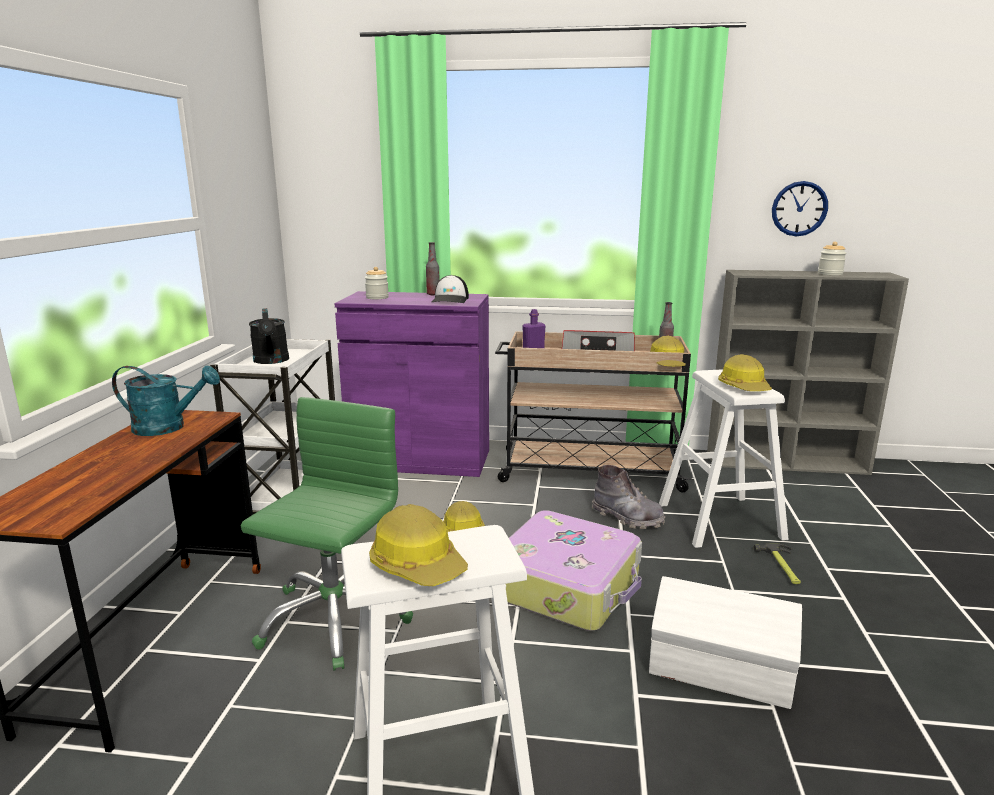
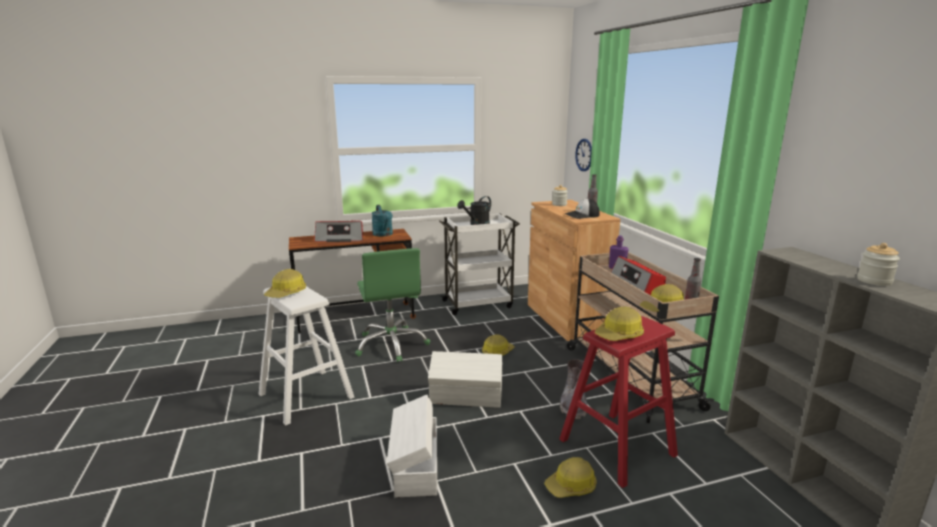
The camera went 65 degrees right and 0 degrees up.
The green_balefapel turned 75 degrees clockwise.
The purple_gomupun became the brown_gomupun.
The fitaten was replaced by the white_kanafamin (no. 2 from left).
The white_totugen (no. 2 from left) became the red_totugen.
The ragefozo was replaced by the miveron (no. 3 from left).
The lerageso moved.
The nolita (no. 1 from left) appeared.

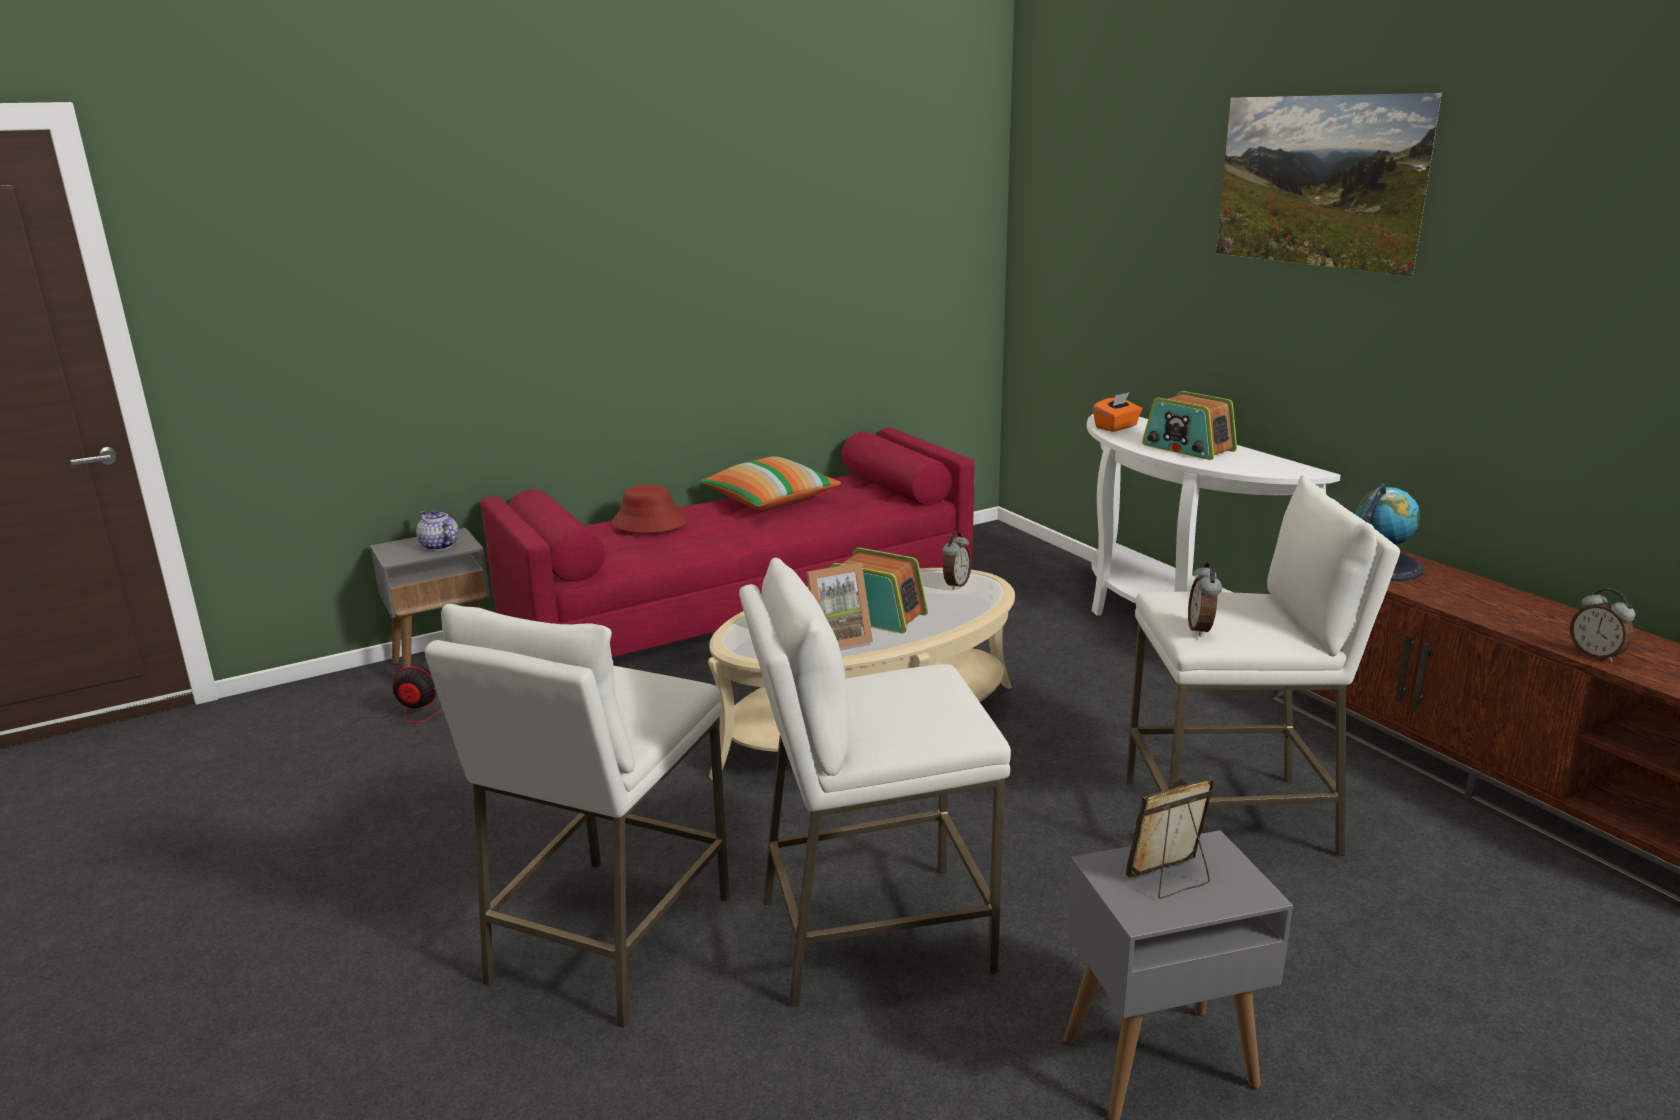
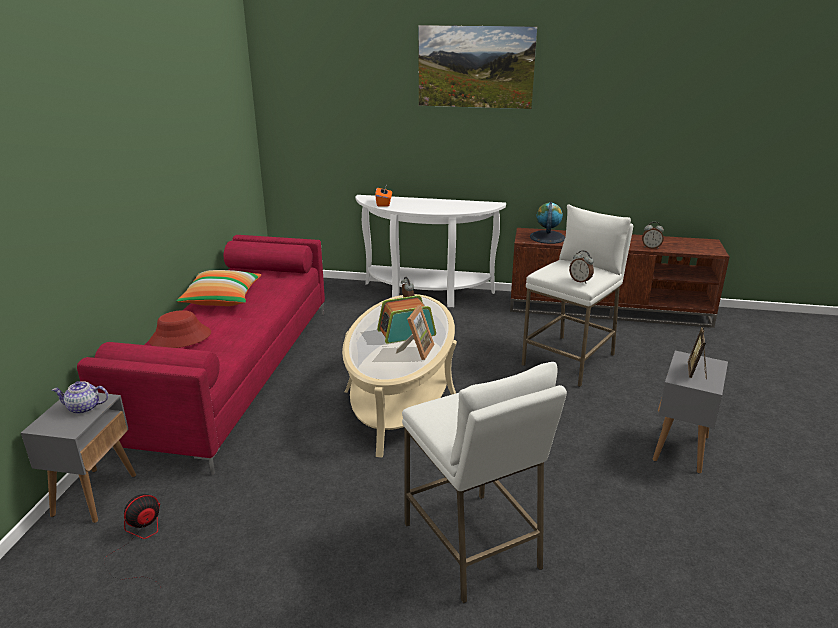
The camera went 50 degrees left and 5 degrees up.
The white_totugen (no. 2 from left) disappeared.
The nolita (no. 2 from left) disappeared.

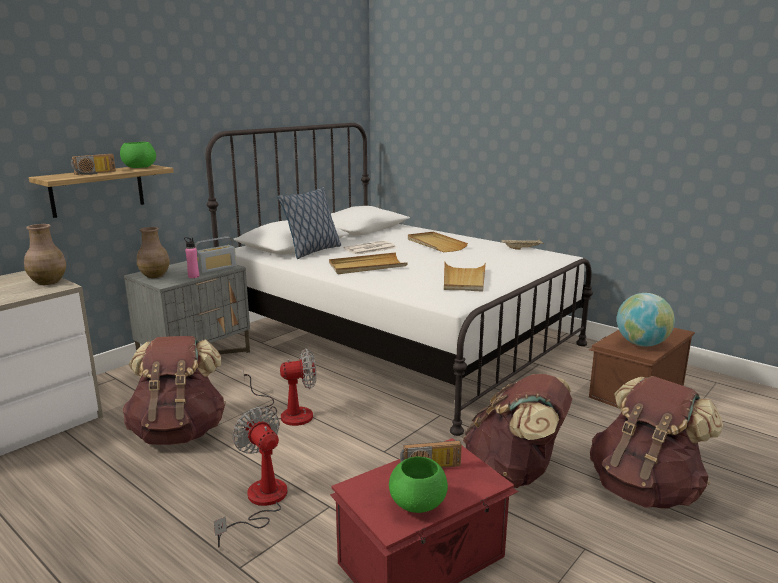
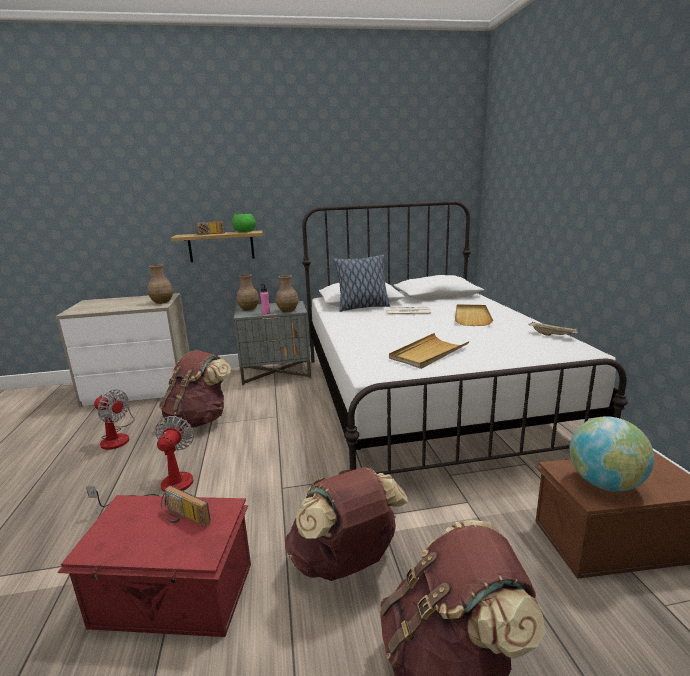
The camera went 40 degrees right and 0 degrees up.
The nolita (no. 2 from left) was replaced by the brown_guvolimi (no. 3 from left).
The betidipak (no. 2 from left in the first image) moved.
The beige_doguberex (no. 1 from left) disappeared.
The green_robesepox (no. 2 from left) disappeared.

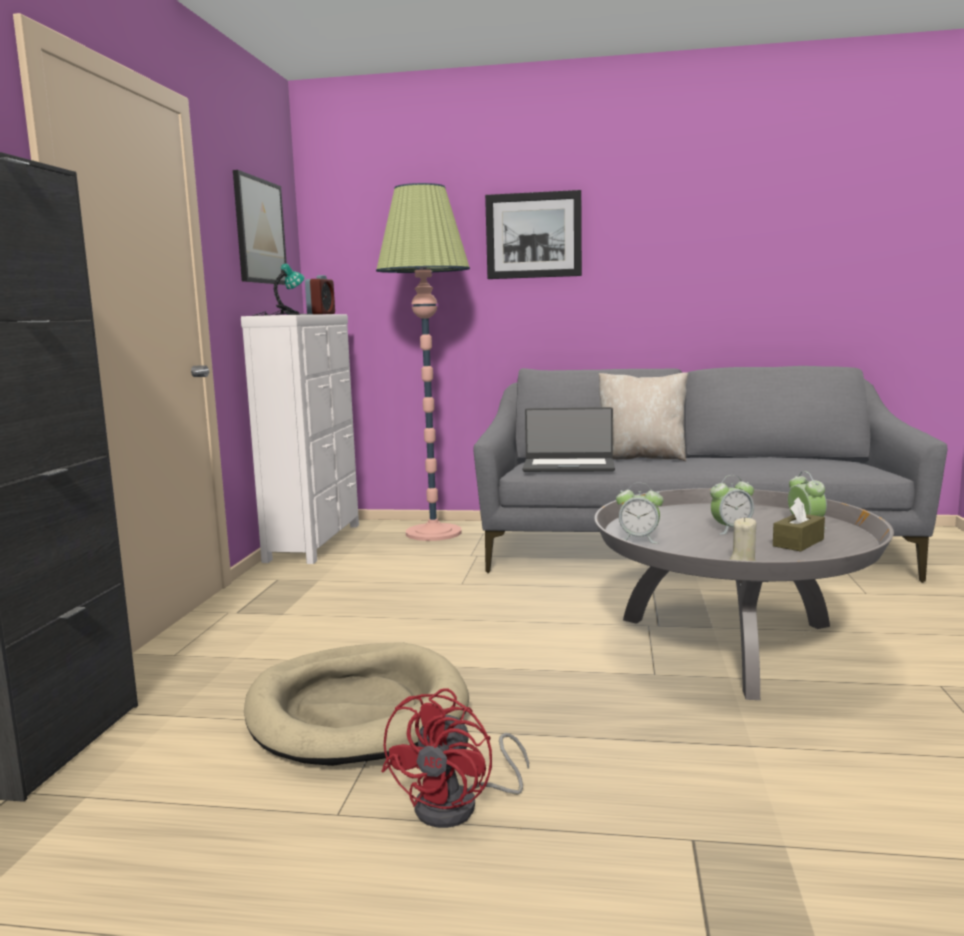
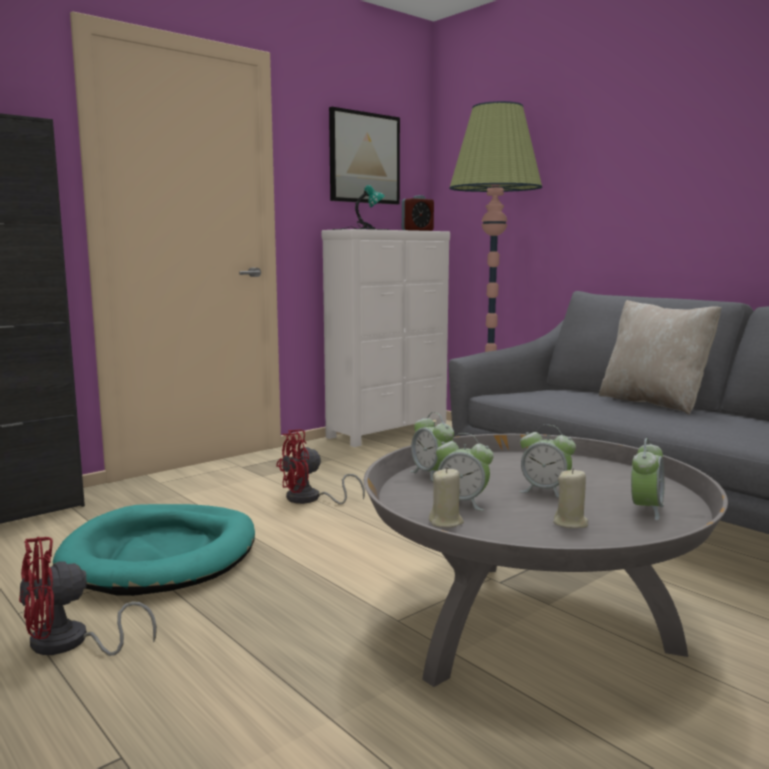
The camera went 40 degrees right and 0 degrees up.
The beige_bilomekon became the turquoise_bilomekon.
The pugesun (no. 2 from left) disappeared.
The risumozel disappeared.
The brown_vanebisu was replaced by the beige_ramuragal (no. 2 from left).
The red_betidipak (no. 2 from left) appeared.
The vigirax (no. 3 from left) appeared.

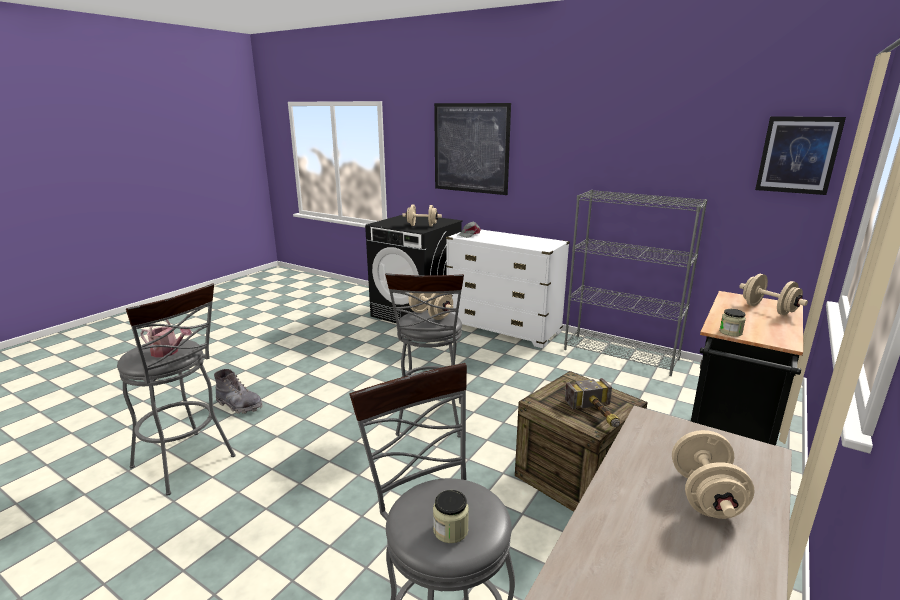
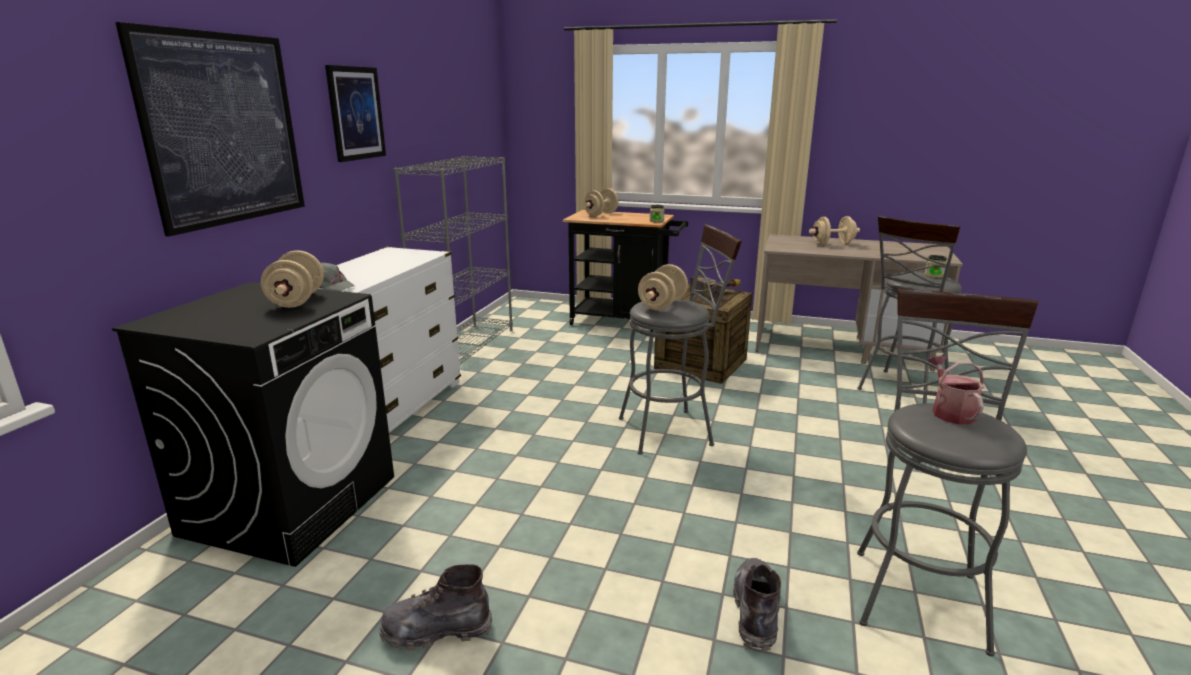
The camera went 105 degrees left and 0 degrees up.
The pugesun (no. 2 from left) moved.
The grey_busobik (no. 1 from left) appeared.

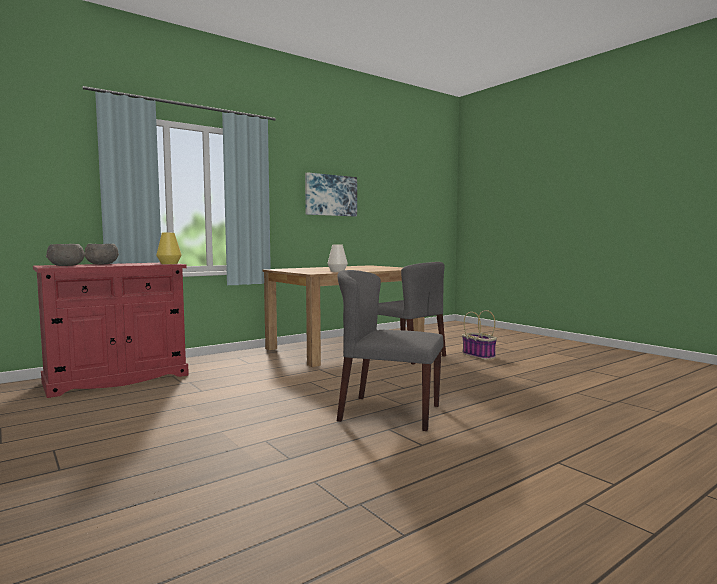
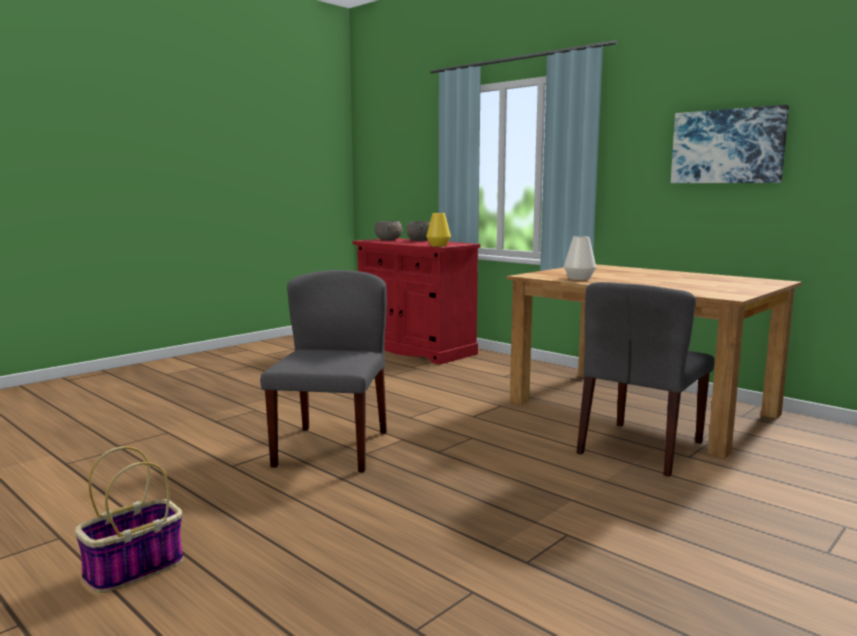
The camera went 80 degrees right and 5 degrees up.
The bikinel moved.

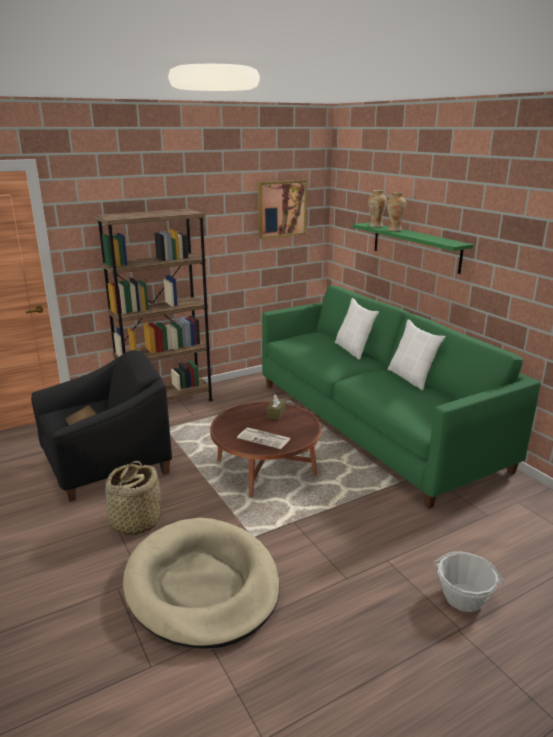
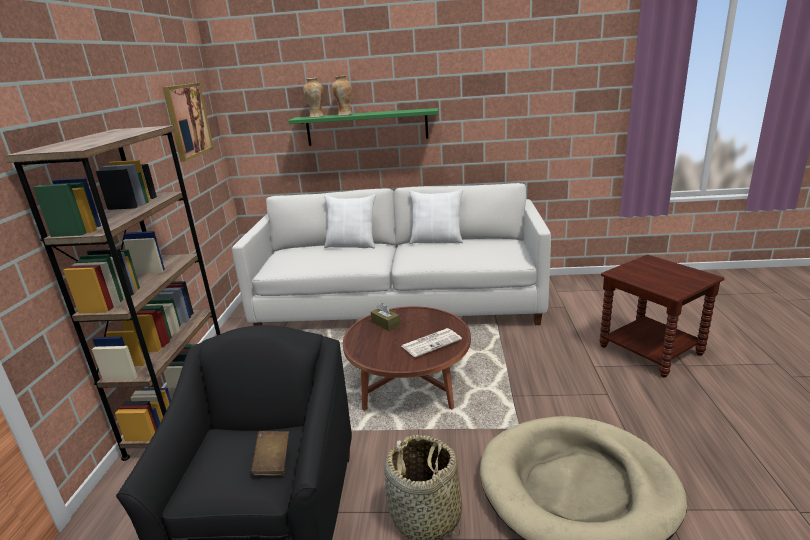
The camera went 55 degrees left and 0 degrees up.
The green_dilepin became the white_dilepin.
The bikinel (no. 2 from left) was replaced by the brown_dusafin.

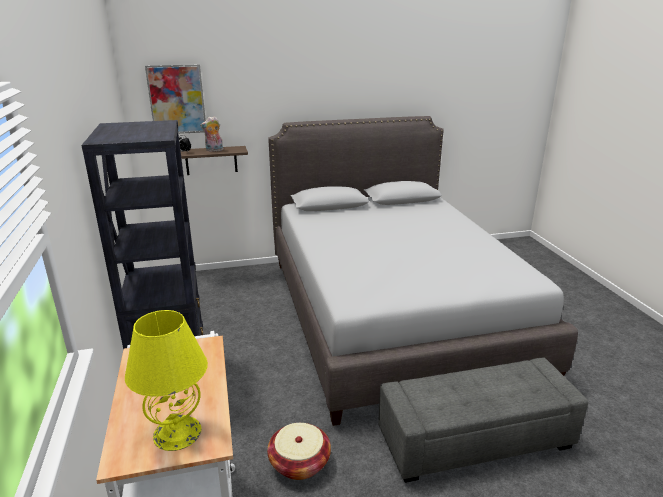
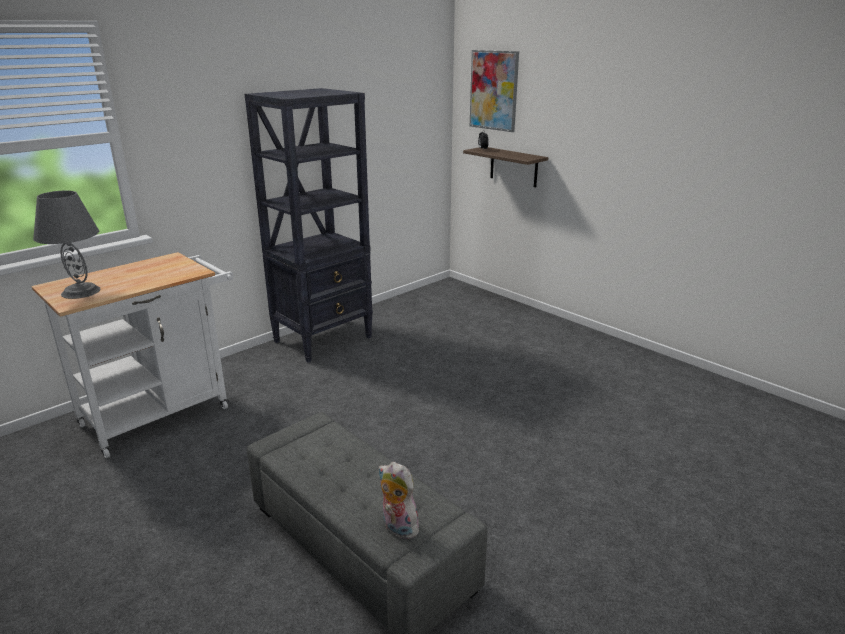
The camera went 60 degrees right and 0 degrees up.
The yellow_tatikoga became the grey_tatikoga.
The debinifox moved.
The bikinel disappeared.
The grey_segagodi disappeared.

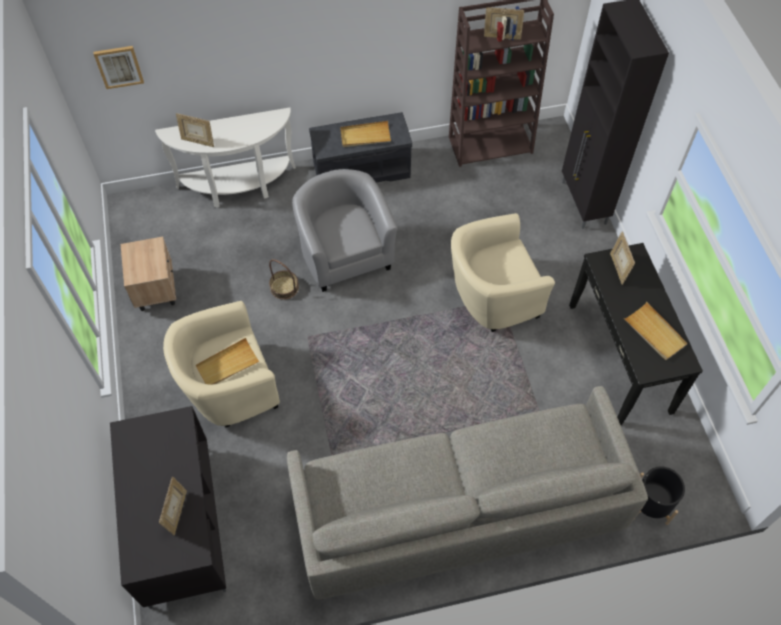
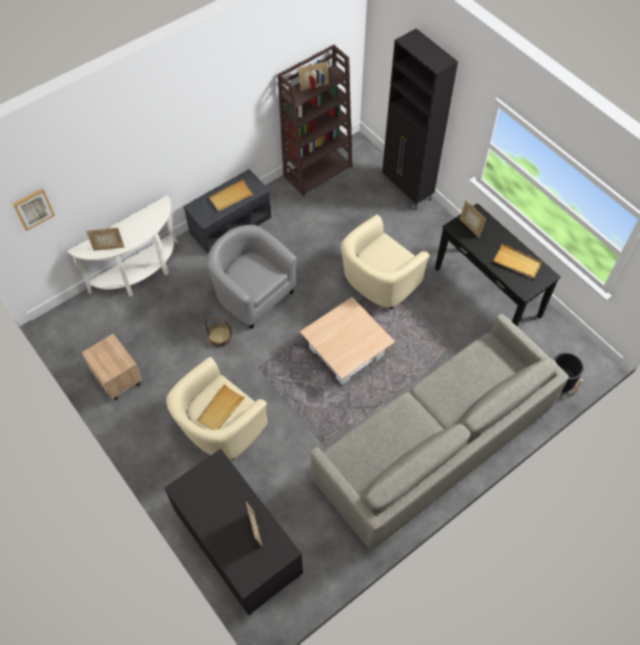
The camera went 25 degrees left and 0 degrees up.
The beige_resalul appeared.

